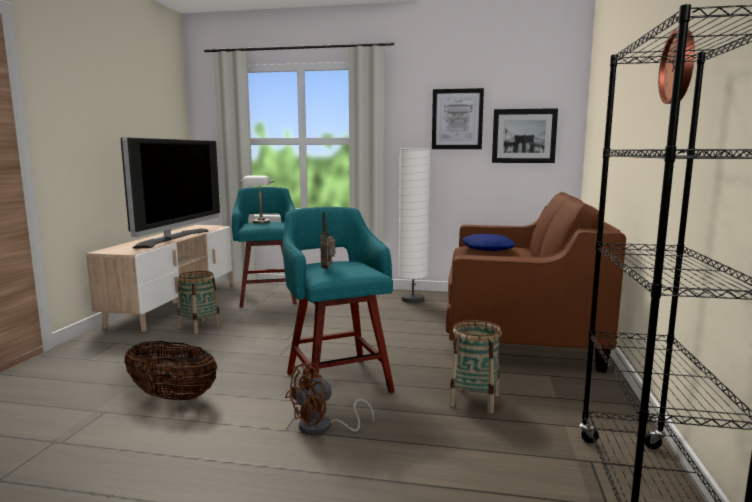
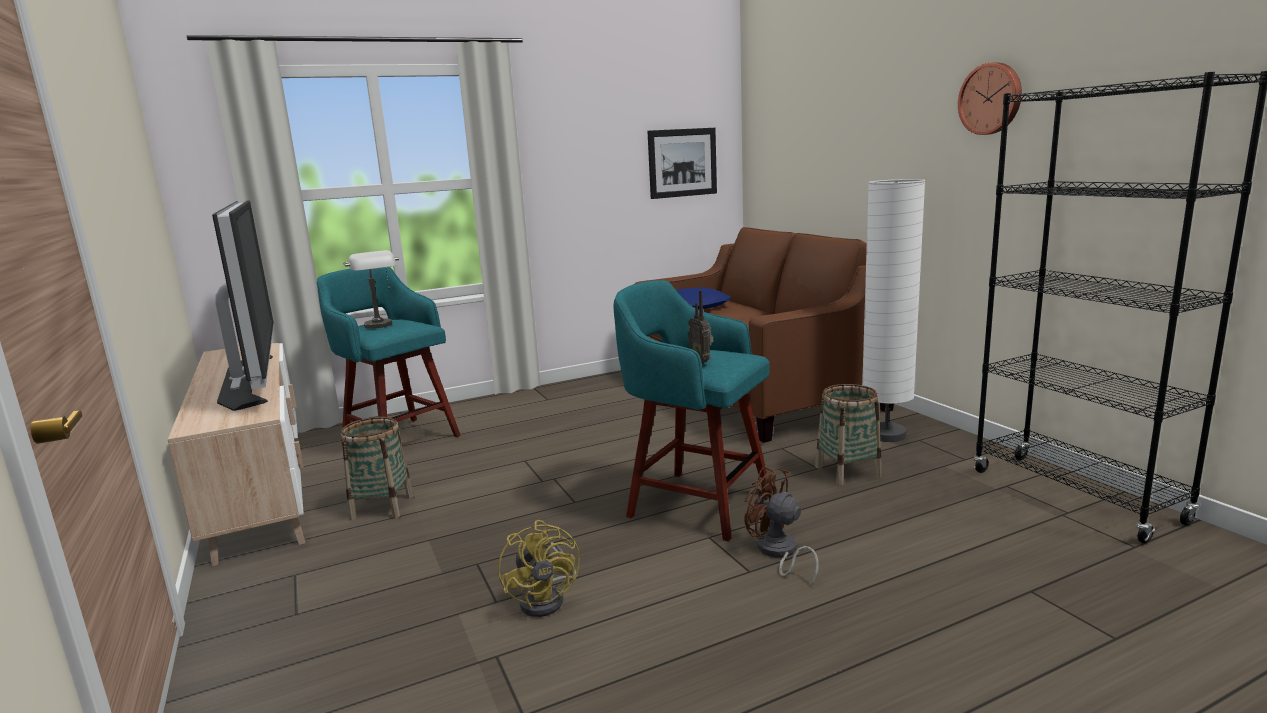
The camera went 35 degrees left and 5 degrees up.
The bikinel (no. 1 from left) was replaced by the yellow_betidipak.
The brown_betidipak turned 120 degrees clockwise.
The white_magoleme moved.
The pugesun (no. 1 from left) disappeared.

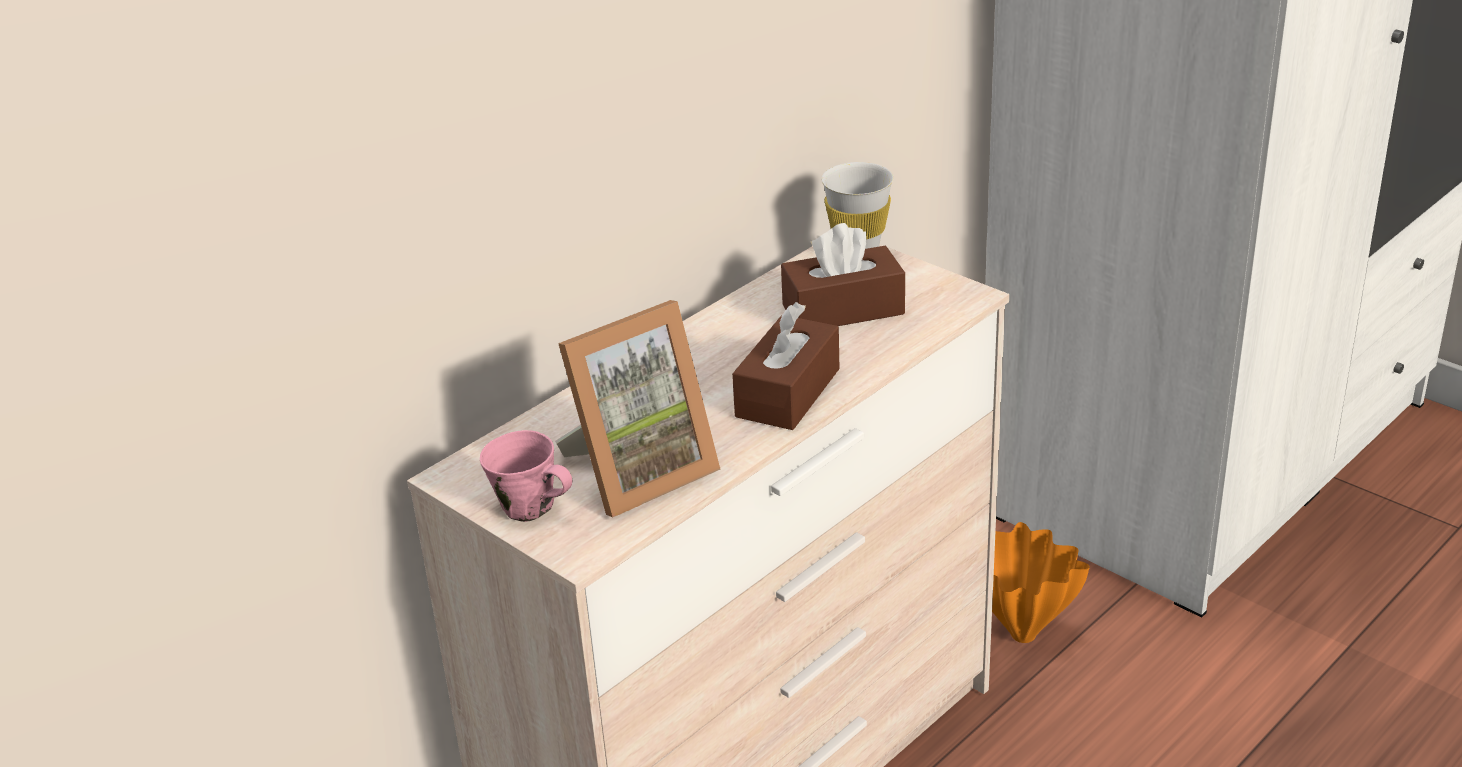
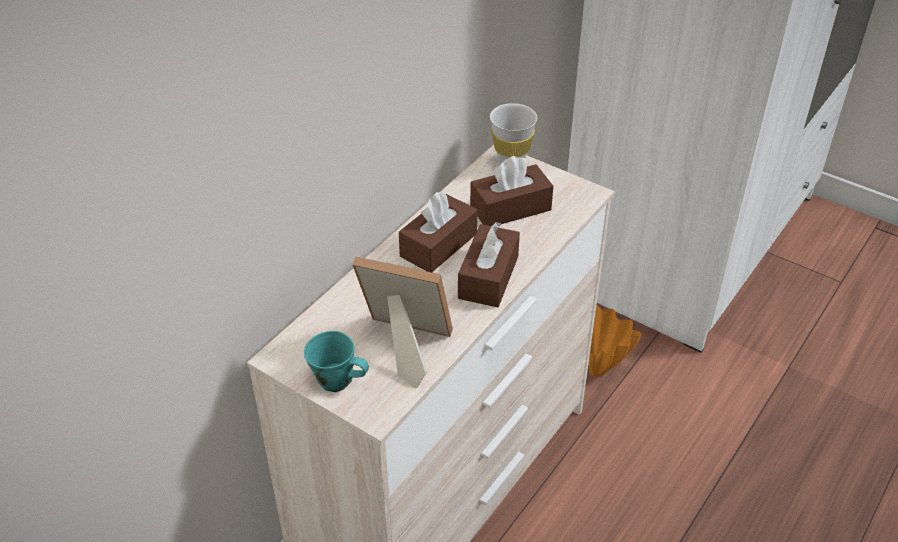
The camera went 10 degrees left and 10 degrees up.
The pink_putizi became the turquoise_putizi.
The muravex turned 120 degrees counterclockwise.
The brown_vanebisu (no. 1 from left) appeared.

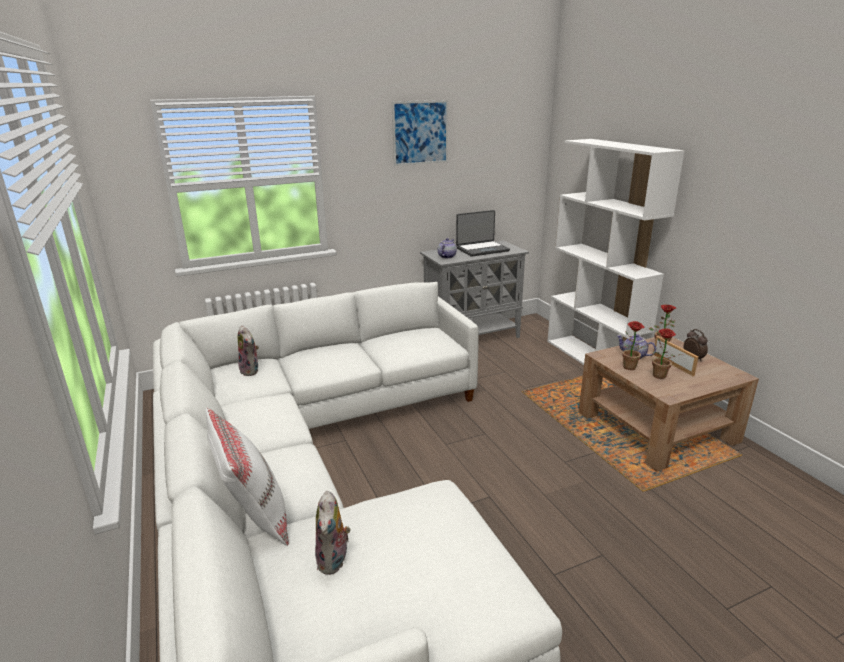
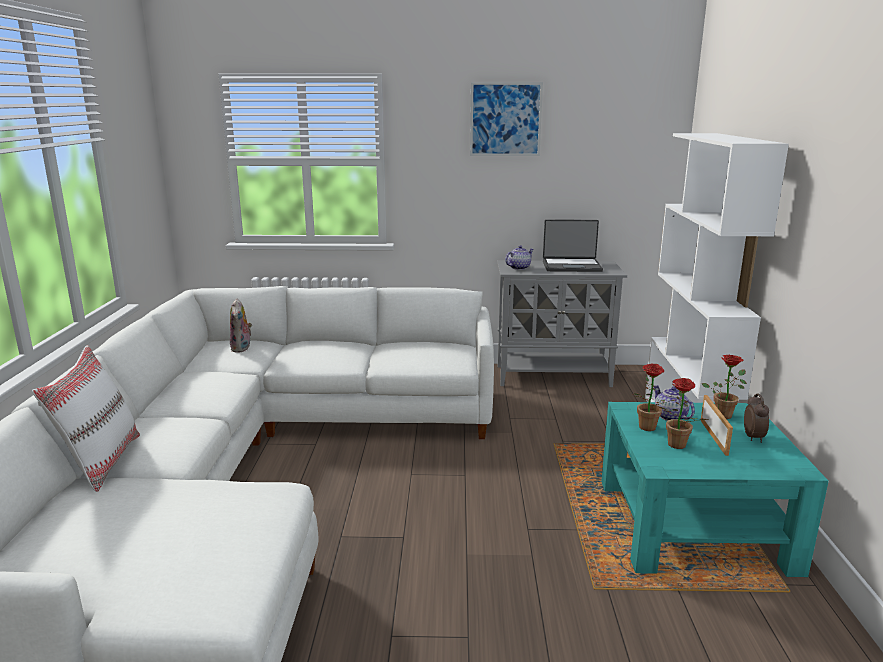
The camera went 25 degrees right and 5 degrees down.
The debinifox (no. 2 from left) disappeared.
The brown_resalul became the turquoise_resalul.

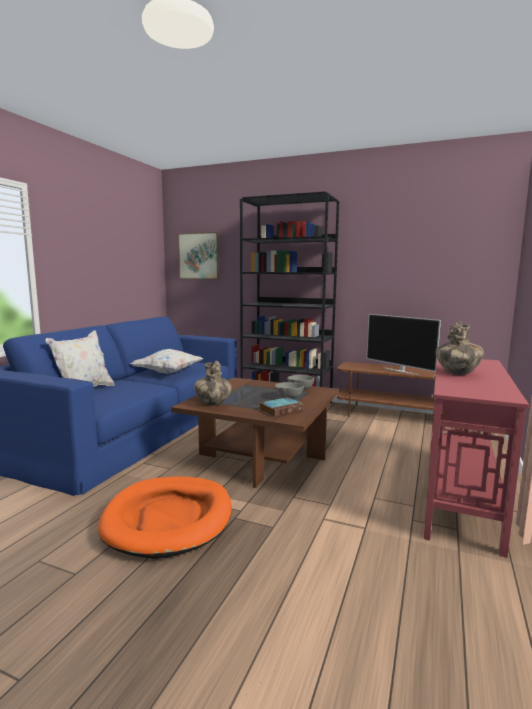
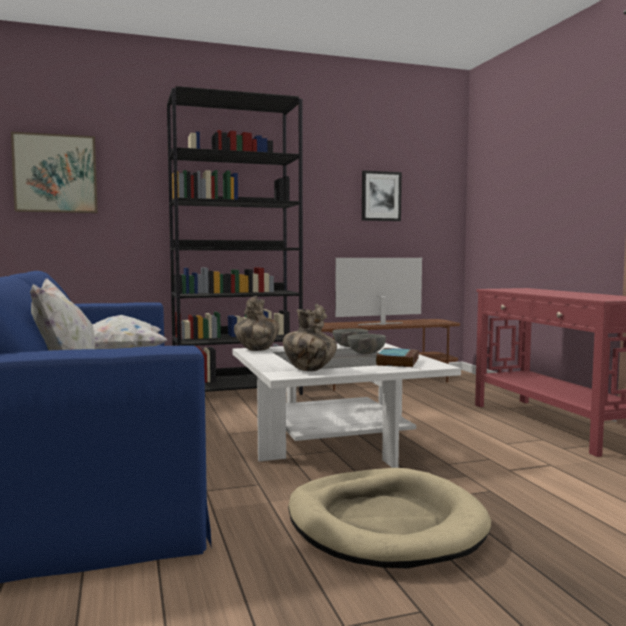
The camera went 40 degrees left and 5 degrees down.
The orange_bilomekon became the beige_bilomekon.
The brown_resalul became the white_resalul.
The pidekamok turned 150 degrees clockwise.
The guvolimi (no. 2 from left in the first image) moved.
The pugesun (no. 2 from left) appeared.

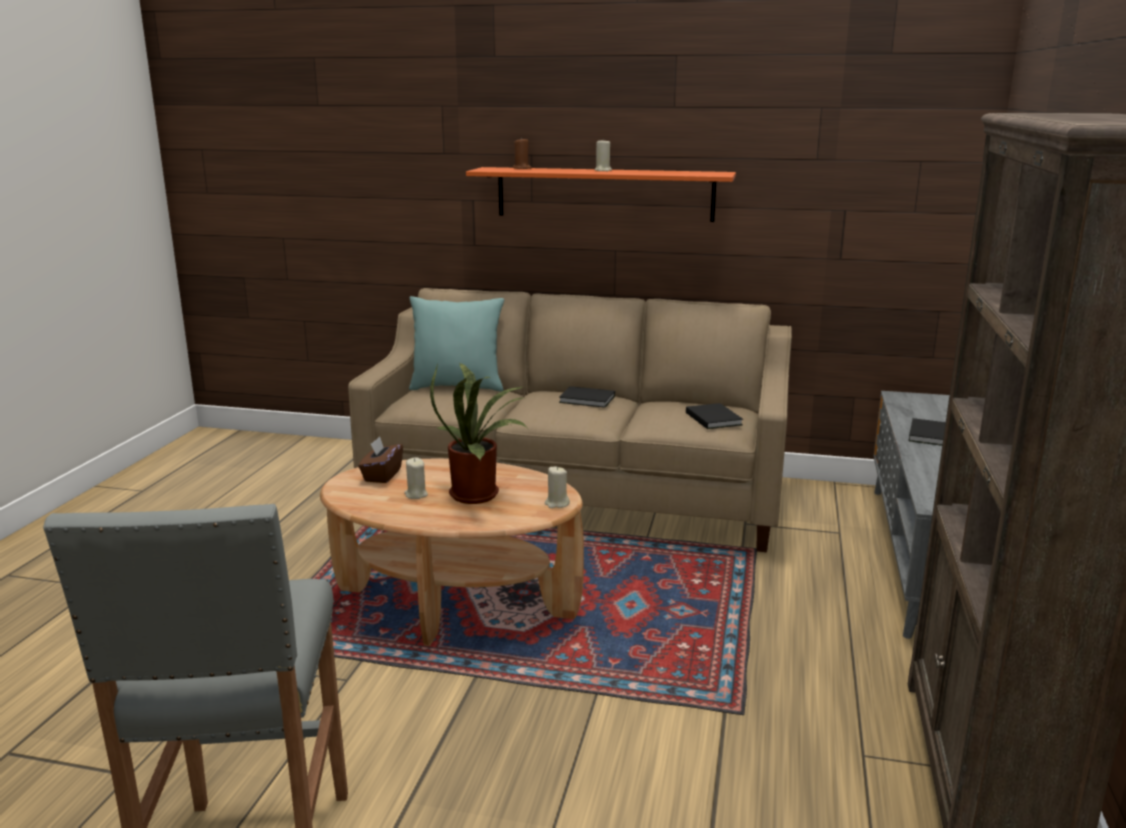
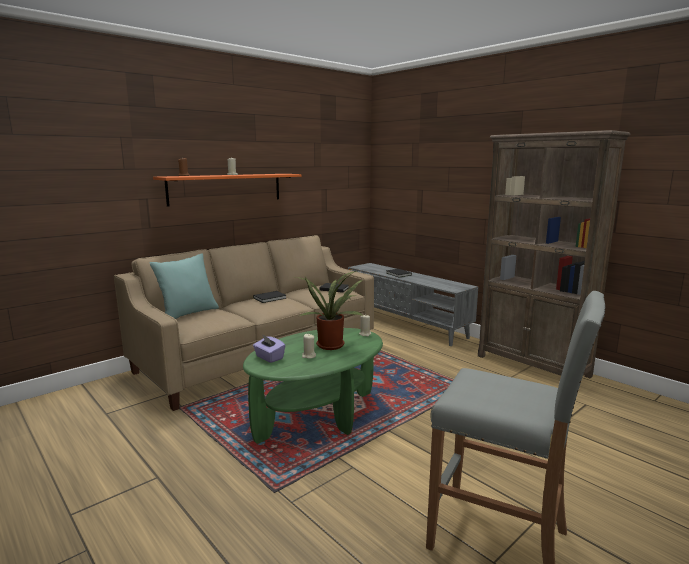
The camera went 55 degrees left and 5 degrees down.
The brown_resalul became the green_resalul.
The brown_vanebisu became the purple_vanebisu.

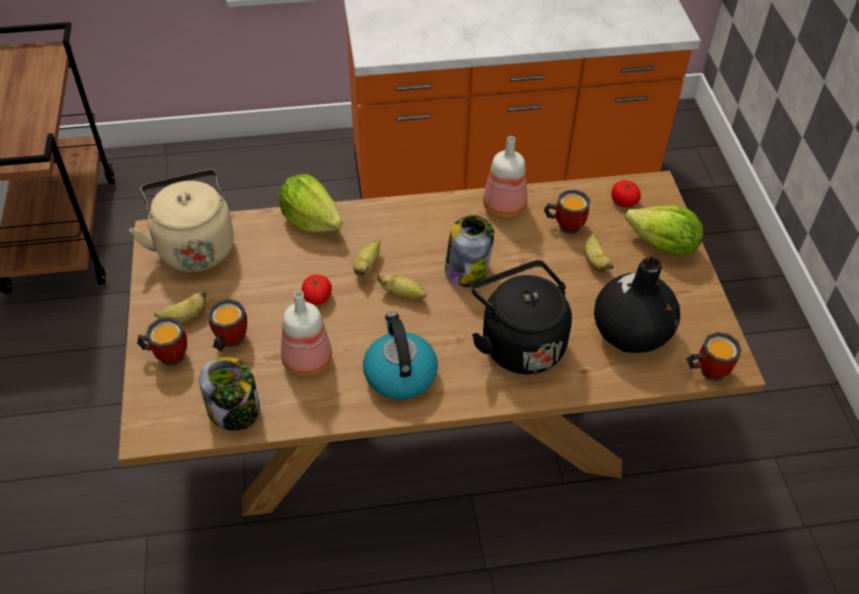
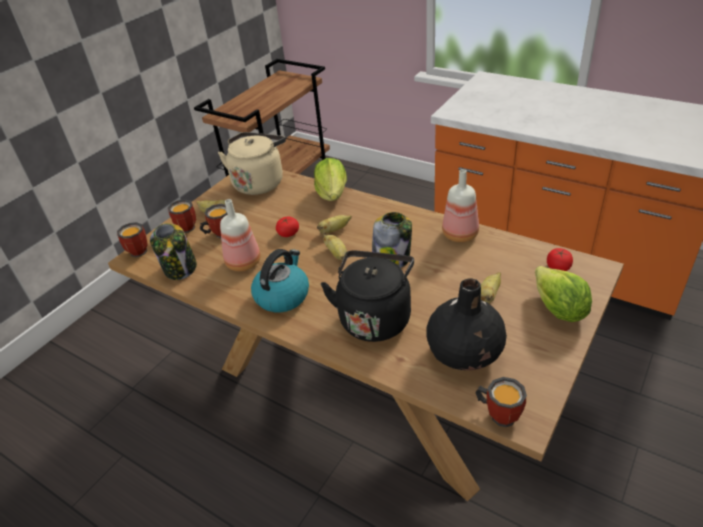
The camera went 45 degrees right and 10 degrees down.
The putizi (no. 3 from left in the first image) moved.

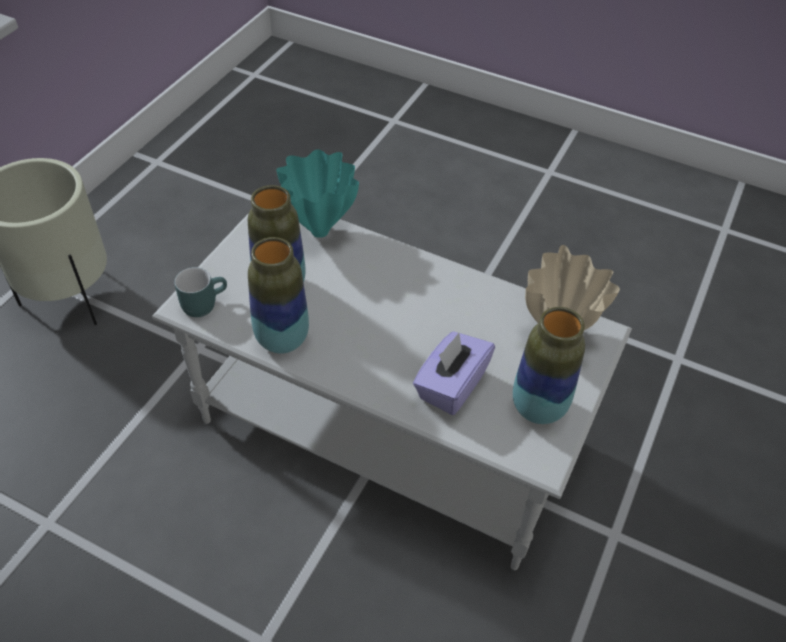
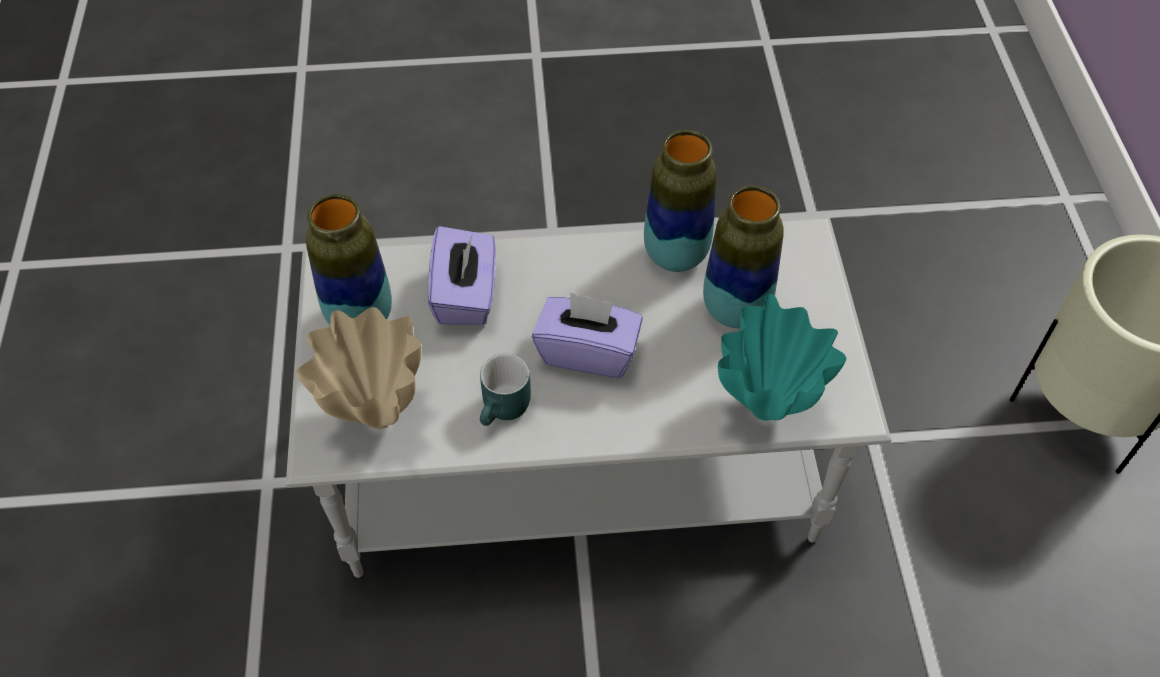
The camera went 150 degrees right and 5 degrees up.
The turquoise_putizi moved.
The purple_vanebisu (no. 2 from left) appeared.

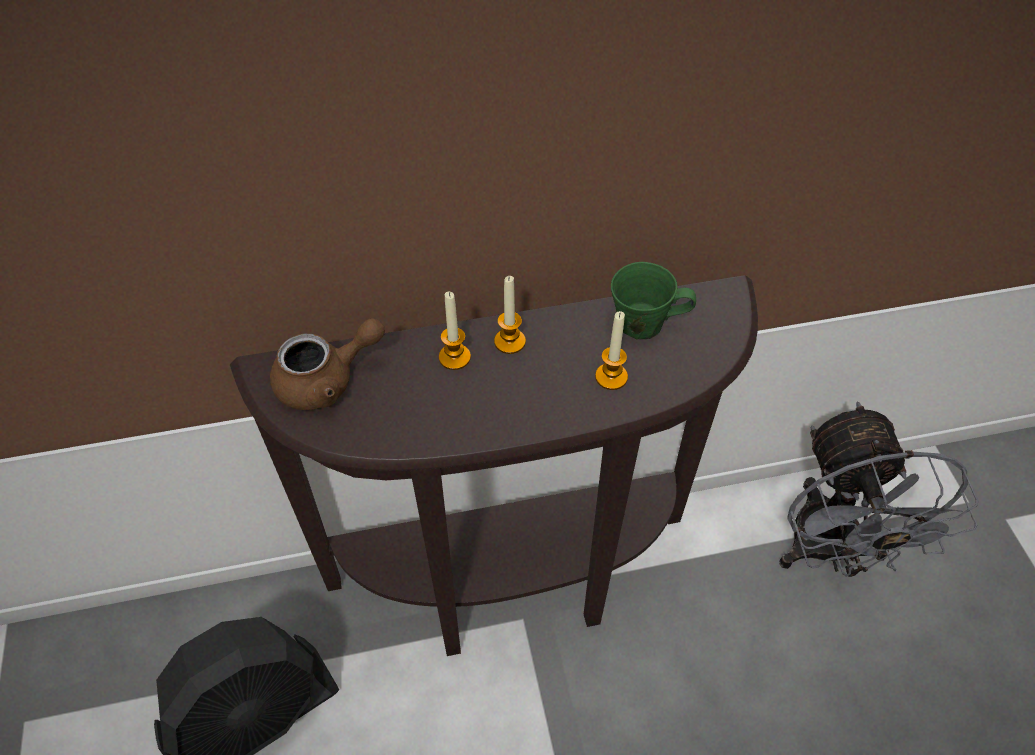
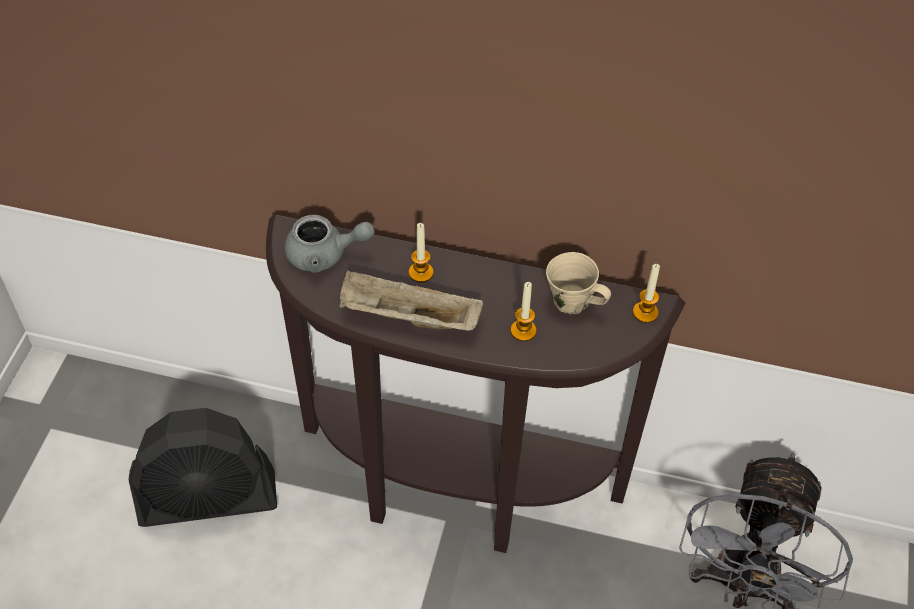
The camera went 25 degrees right and 0 degrees up.
The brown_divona became the grey_divona.
The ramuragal (no. 2 from left in the first image) moved.
The green_putizi became the beige_putizi.
The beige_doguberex appeared.

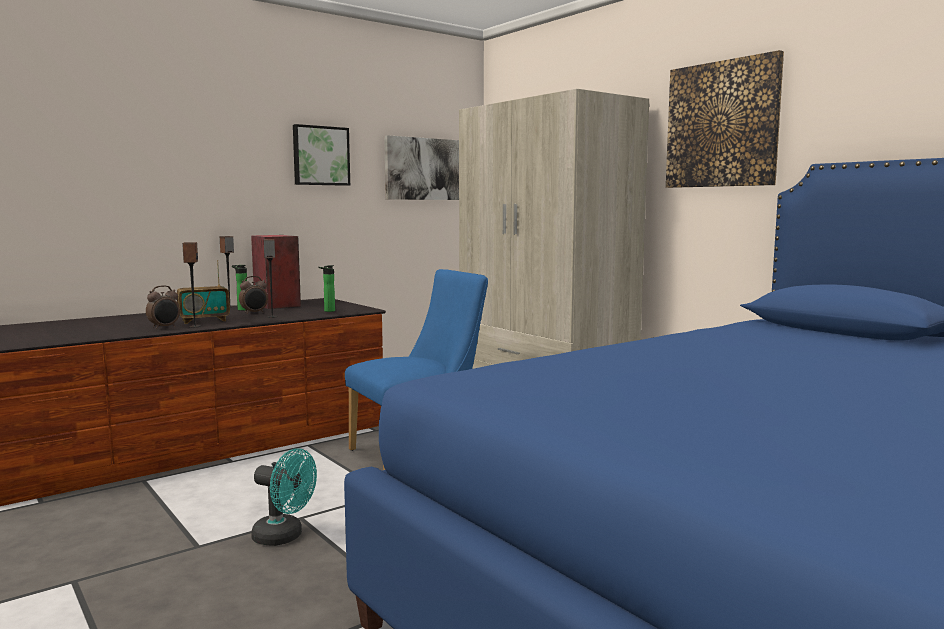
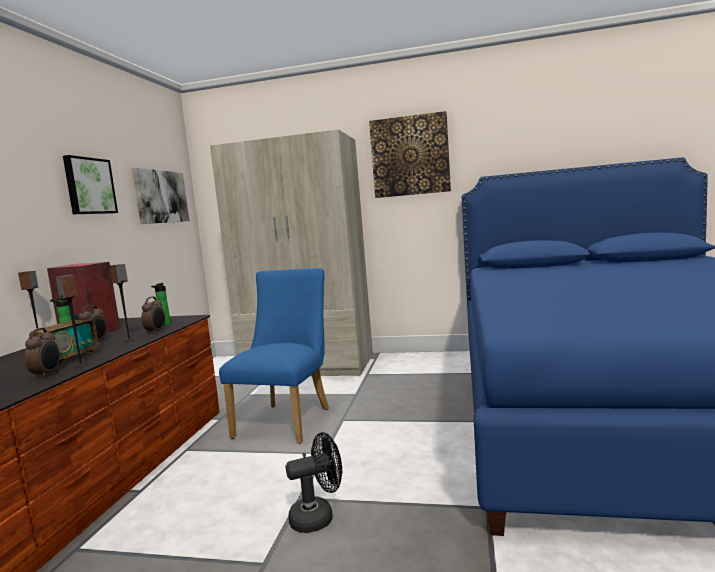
The camera went 40 degrees left and 0 degrees up.
The turquoise_betidipak became the black_betidipak.
The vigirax (no. 3 from left) appeared.

